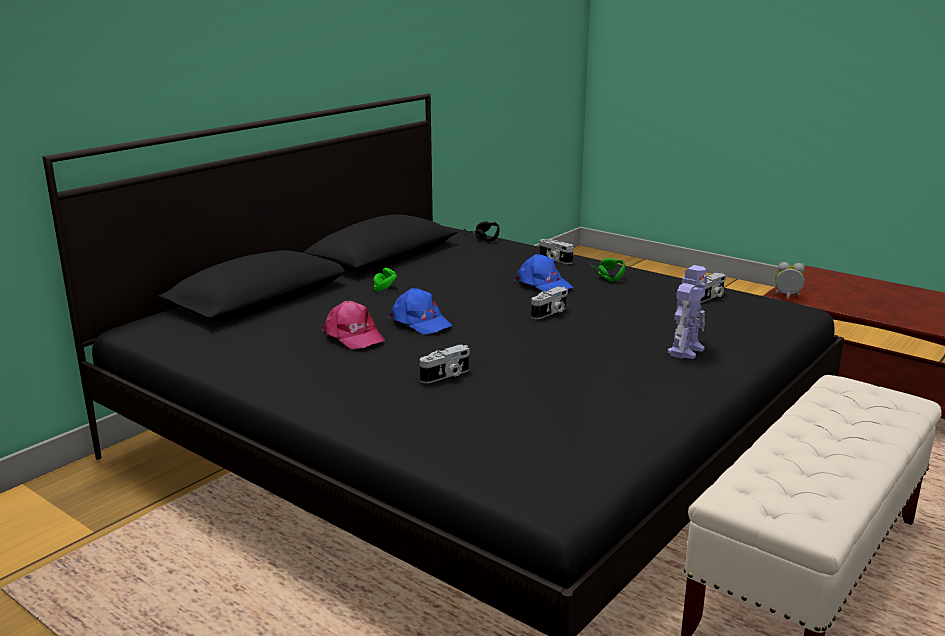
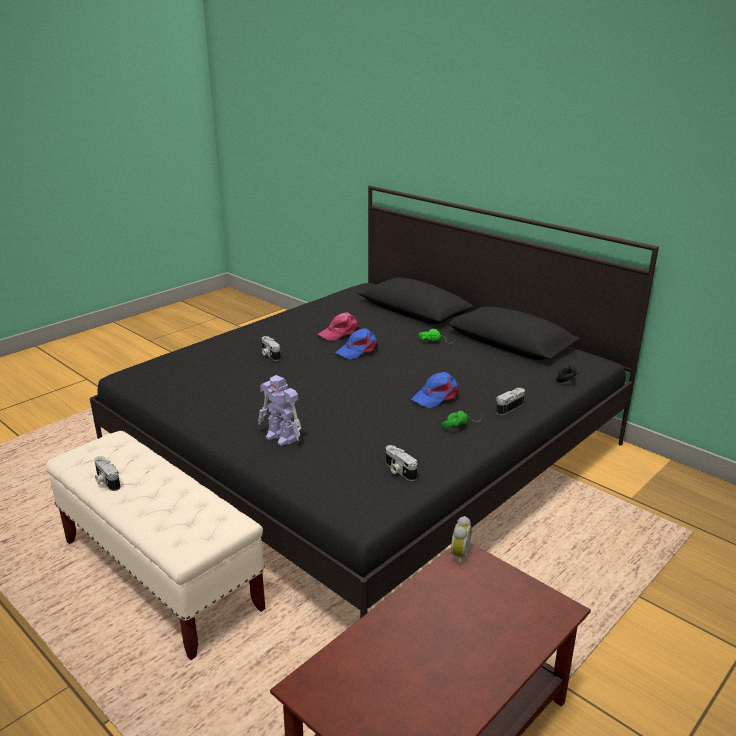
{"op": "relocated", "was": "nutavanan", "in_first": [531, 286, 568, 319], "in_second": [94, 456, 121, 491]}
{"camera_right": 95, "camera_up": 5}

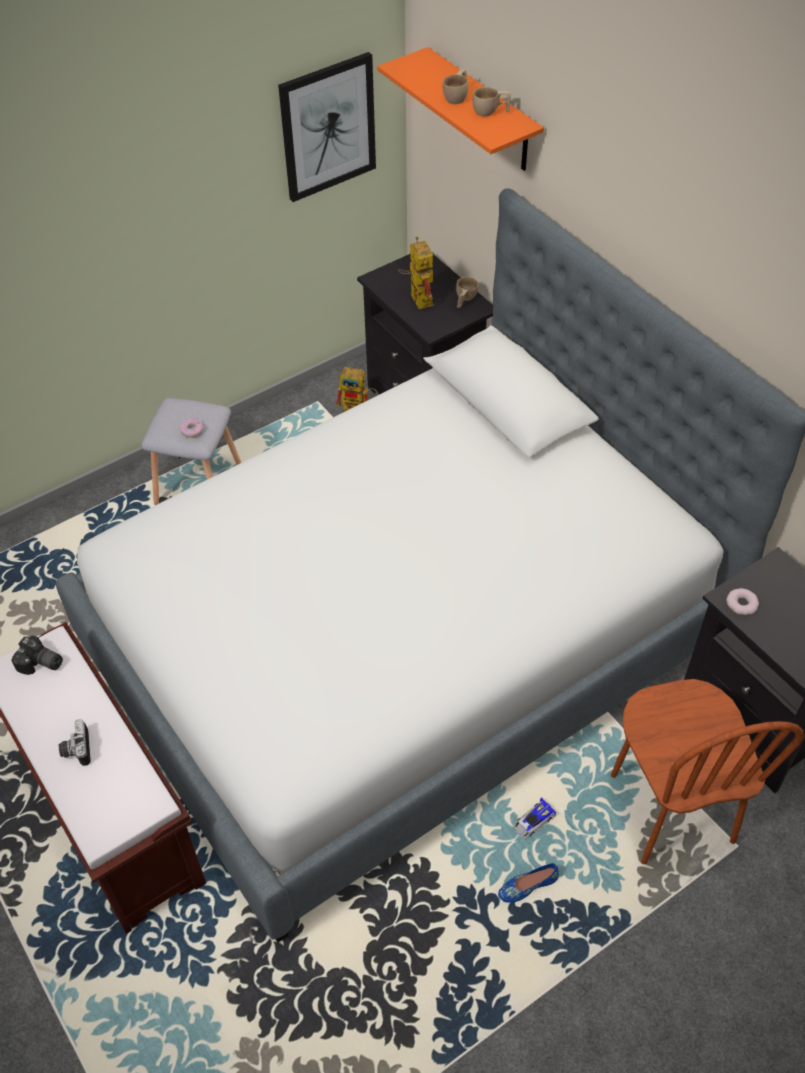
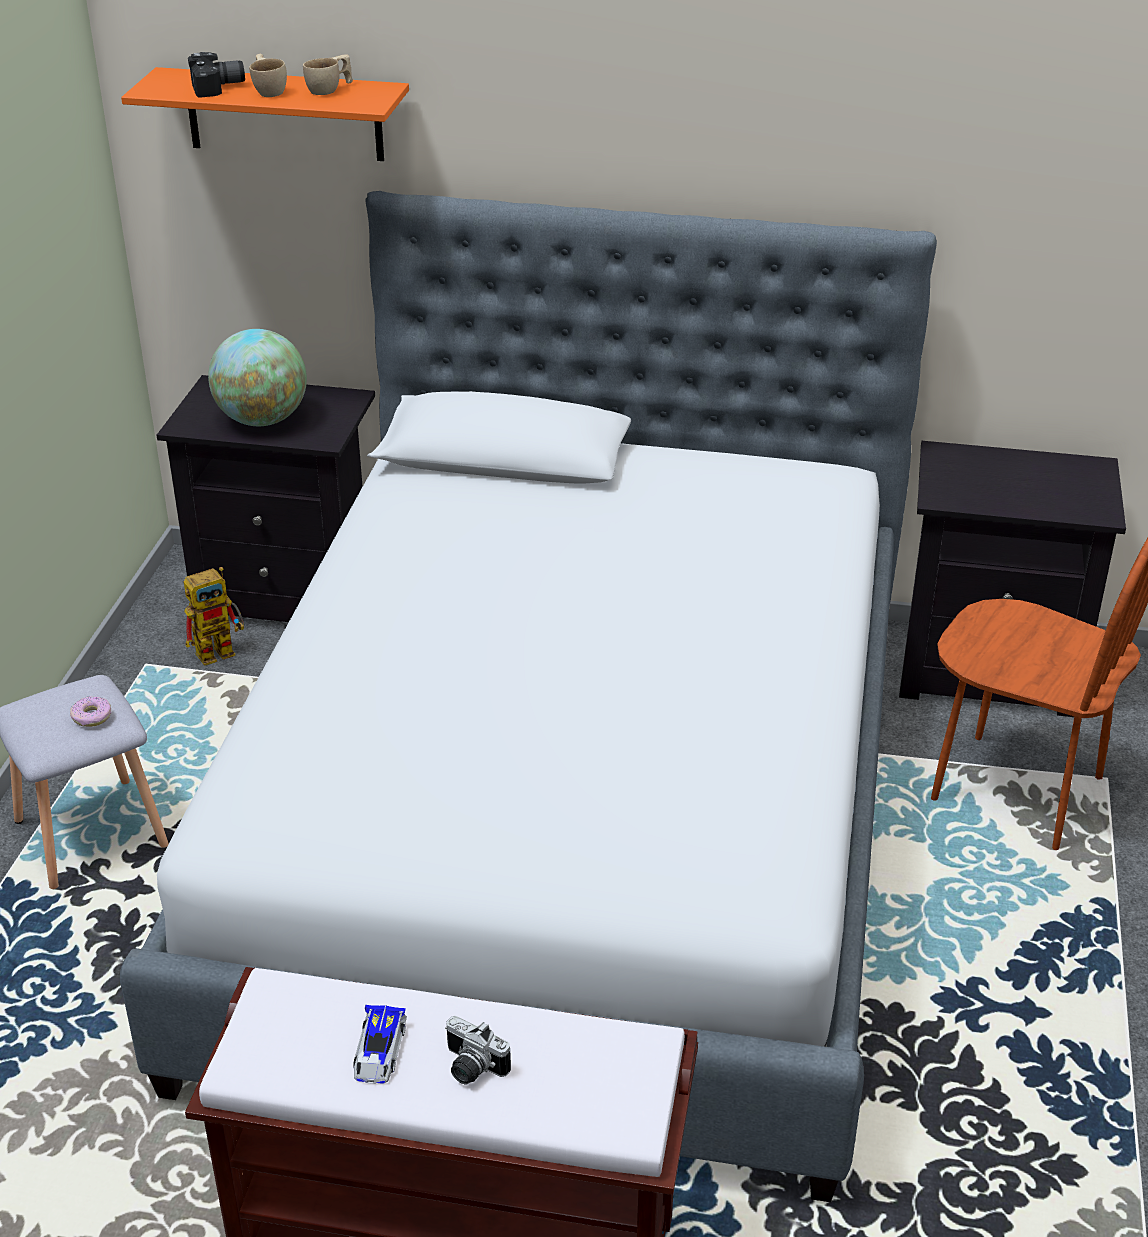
{"op": "missing", "was": "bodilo", "in_first": [278, 52, 376, 202]}
{"op": "missing", "was": "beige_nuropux", "in_first": [456, 277, 479, 308]}
{"op": "missing", "was": "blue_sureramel", "in_first": [498, 863, 559, 903]}
{"op": "missing", "was": "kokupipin", "in_first": [726, 588, 759, 615]}
{"op": "relocated", "was": "nutavanan", "in_first": [12, 635, 63, 675], "in_second": [188, 52, 245, 98]}
{"op": "relocated", "was": "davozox", "in_first": [513, 797, 557, 839], "in_second": [353, 1005, 407, 1084]}
{"op": "exchanged", "was": "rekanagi", "now": "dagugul", "in_first": [398, 236, 434, 309], "in_second": [208, 329, 307, 426]}
{"camera_right": -45, "camera_up": -15}

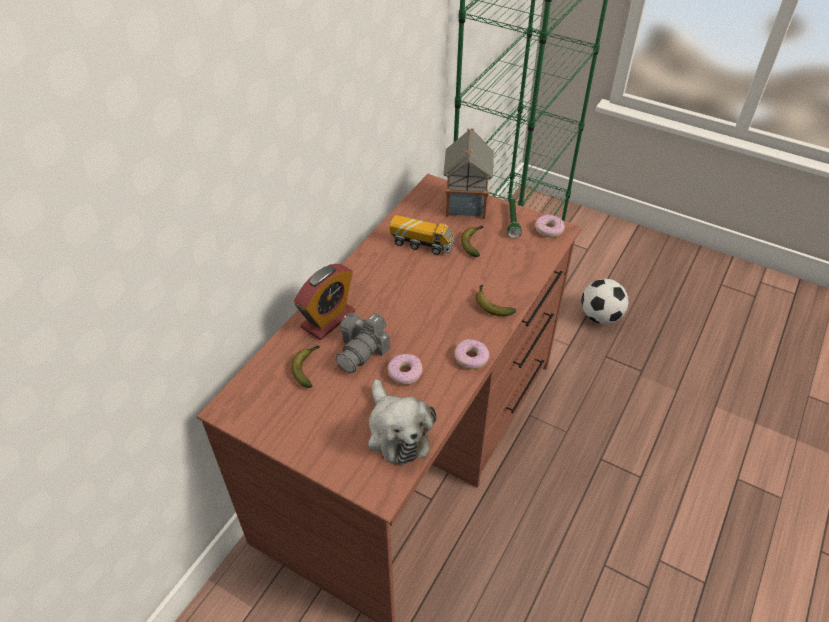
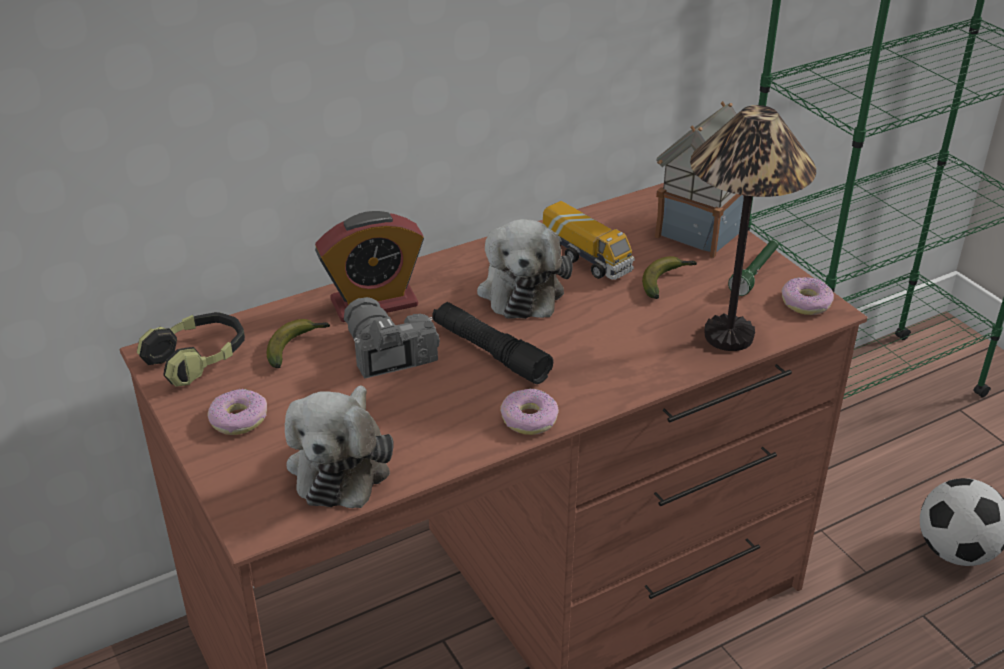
{"op": "missing", "was": "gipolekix", "in_first": [475, 285, 516, 316]}
{"op": "appeared", "now": "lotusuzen", "in_second": [137, 312, 245, 387]}
{"op": "appeared", "now": "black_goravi", "in_second": [432, 302, 553, 384]}
{"op": "appeared", "now": "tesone", "in_second": [477, 219, 573, 319]}
{"op": "appeared", "now": "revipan", "in_second": [690, 105, 816, 351]}
{"op": "relocated", "was": "kokupipin", "in_first": [388, 354, 422, 385], "in_second": [208, 389, 267, 435]}
{"op": "spun", "was": "nutavanan", "in_first": [336, 313, 390, 373], "in_second": [344, 297, 440, 379], "clockwise": 90}
{"camera_right": 30, "camera_up": -10}

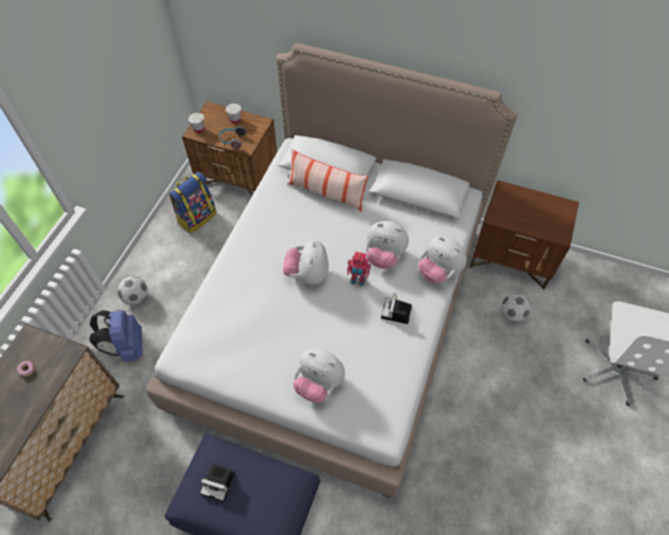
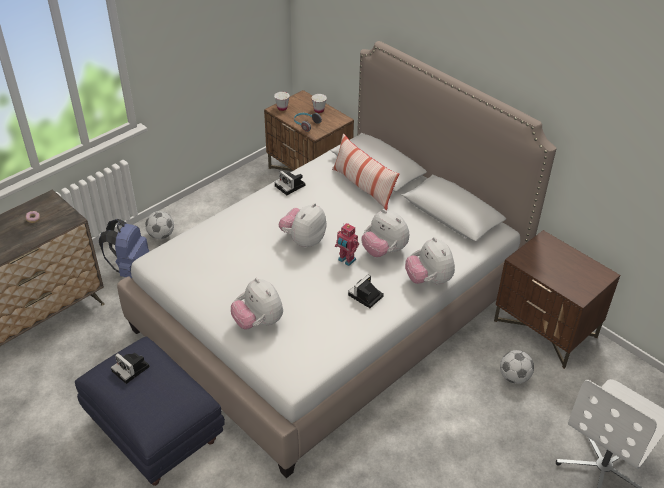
{"op": "missing", "was": "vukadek", "in_first": [169, 172, 217, 233]}
{"op": "appeared", "now": "nutavanan", "in_second": [275, 170, 305, 195]}
{"camera_right": 25, "camera_up": -15}

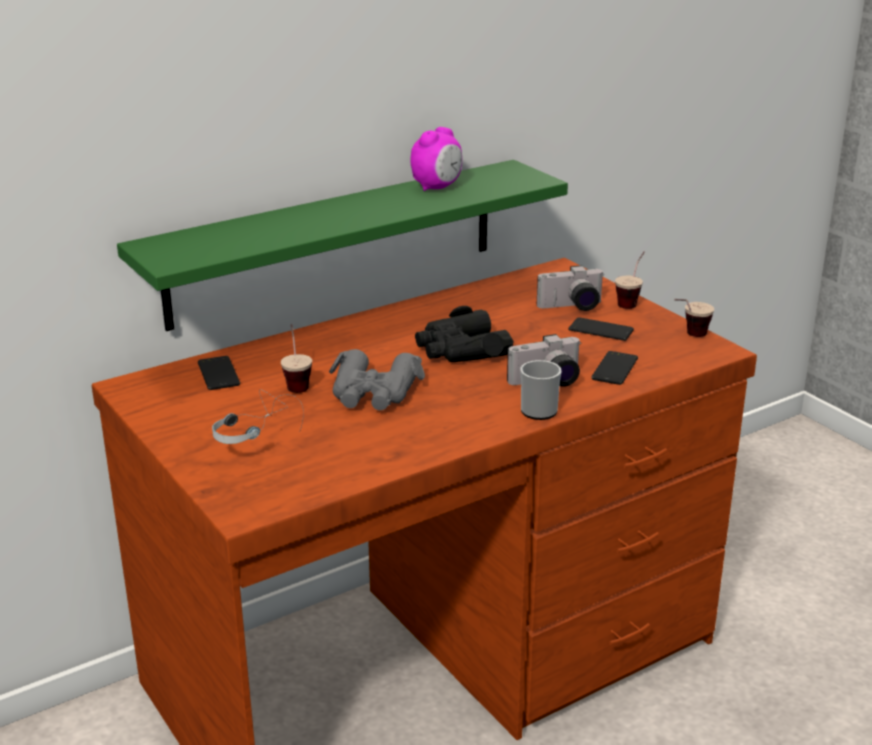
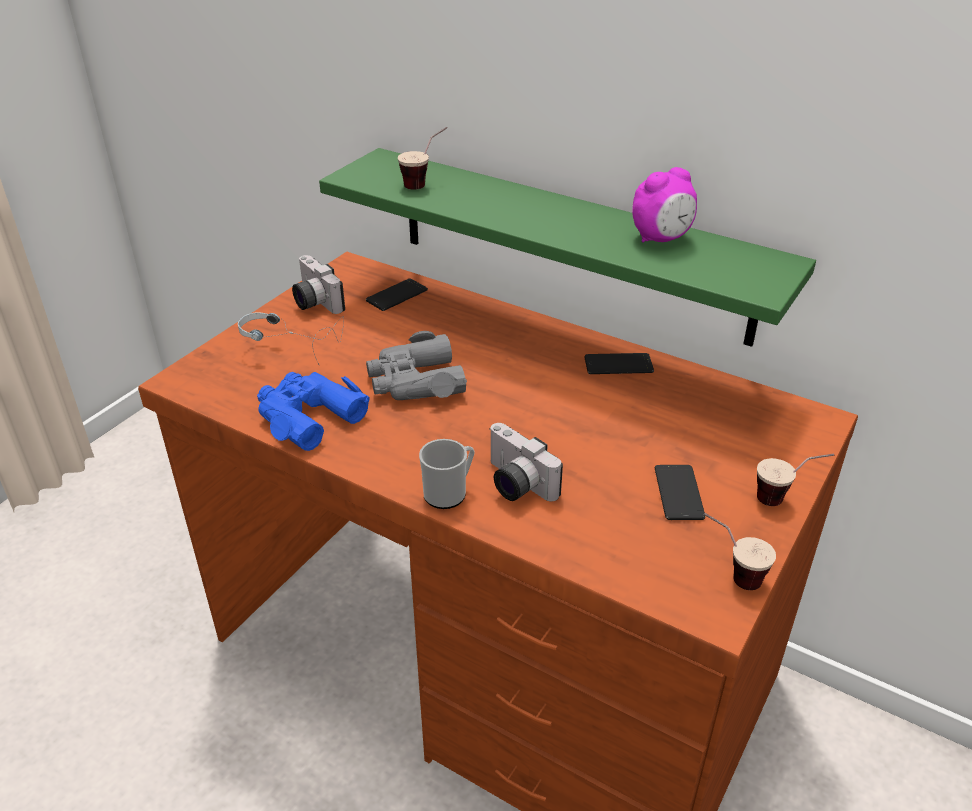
{"op": "missing", "was": "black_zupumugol", "in_first": [415, 306, 514, 362]}
{"op": "appeared", "now": "blue_zupumugol", "in_second": [257, 372, 370, 451]}
{"op": "relocated", "was": "nuropux", "in_first": [281, 324, 312, 393], "in_second": [398, 127, 447, 190]}
{"op": "relocated", "was": "nutavanan", "in_first": [537, 265, 605, 311], "in_second": [292, 255, 345, 314]}
{"op": "relocated", "was": "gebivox", "in_first": [591, 351, 638, 385], "in_second": [584, 353, 654, 374]}
{"op": "spun", "was": "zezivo", "in_first": [411, 127, 462, 191], "in_second": [632, 167, 697, 243], "clockwise": -45}
{"camera_right": 65, "camera_up": 10}

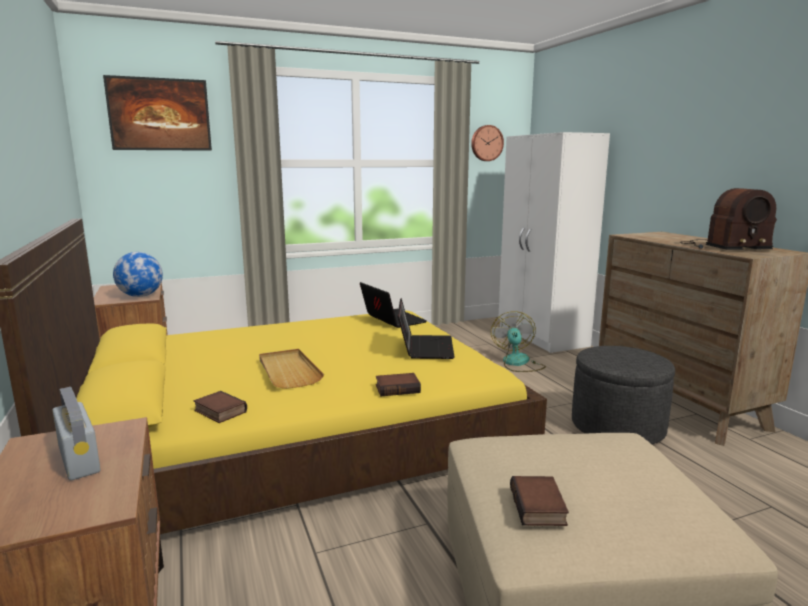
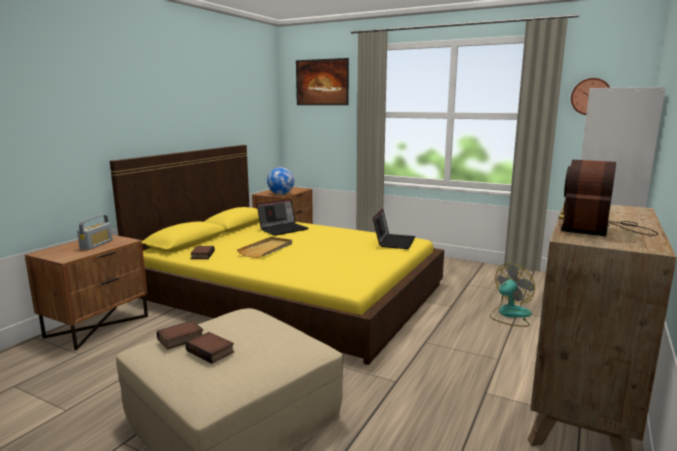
{"op": "missing", "was": "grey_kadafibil", "in_first": [572, 346, 675, 444]}
{"op": "relocated", "was": "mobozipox", "in_first": [376, 373, 421, 396], "in_second": [186, 332, 234, 364]}
{"op": "relocated", "was": "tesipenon", "in_first": [397, 298, 454, 359], "in_second": [257, 199, 309, 236]}
{"op": "spun", "was": "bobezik", "in_first": [679, 188, 777, 250], "in_second": [559, 160, 658, 236], "clockwise": 75}
{"camera_right": 50, "camera_up": 0}

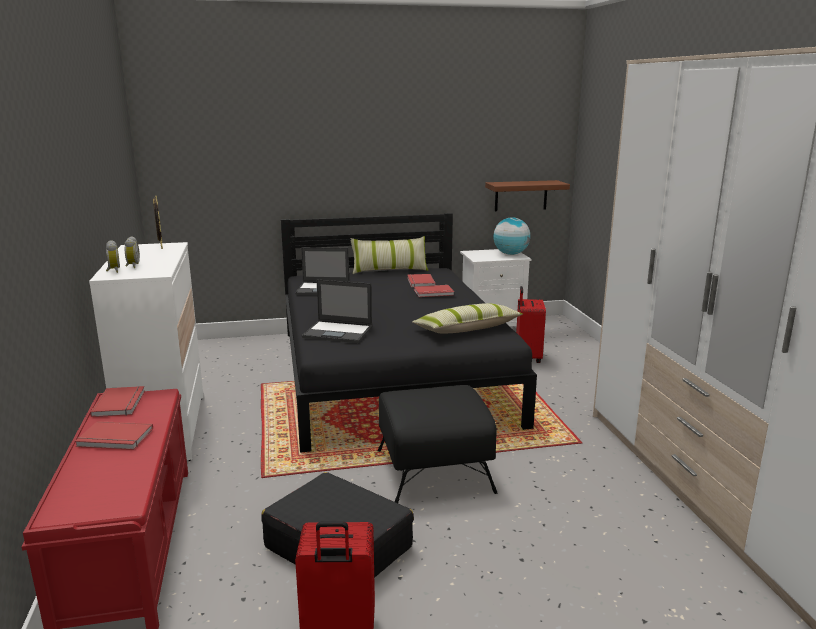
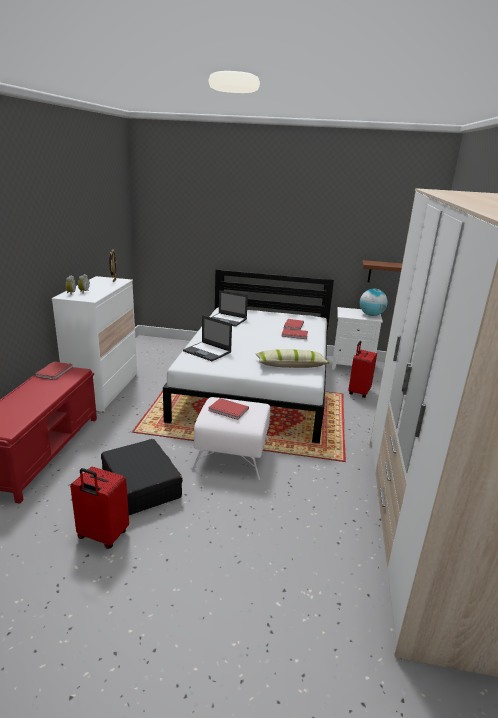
{"op": "missing", "was": "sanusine", "in_first": [350, 236, 428, 274]}
{"op": "relocated", "was": "red_mobozipox", "in_first": [75, 421, 153, 450], "in_second": [208, 398, 249, 420]}
{"op": "colour", "was": "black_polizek", "now": "white_polizek", "in_first": [281, 213, 537, 453], "in_second": [163, 269, 334, 443]}
{"op": "colour", "was": "black_kadafibil", "now": "white_kadafibil", "in_first": [378, 385, 497, 503], "in_second": [192, 397, 270, 480]}
{"camera_right": 20, "camera_up": 5}

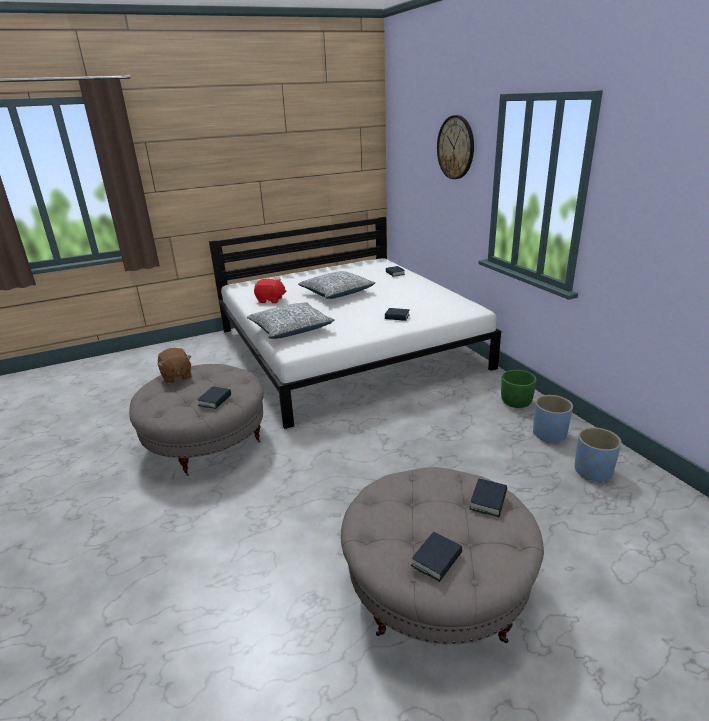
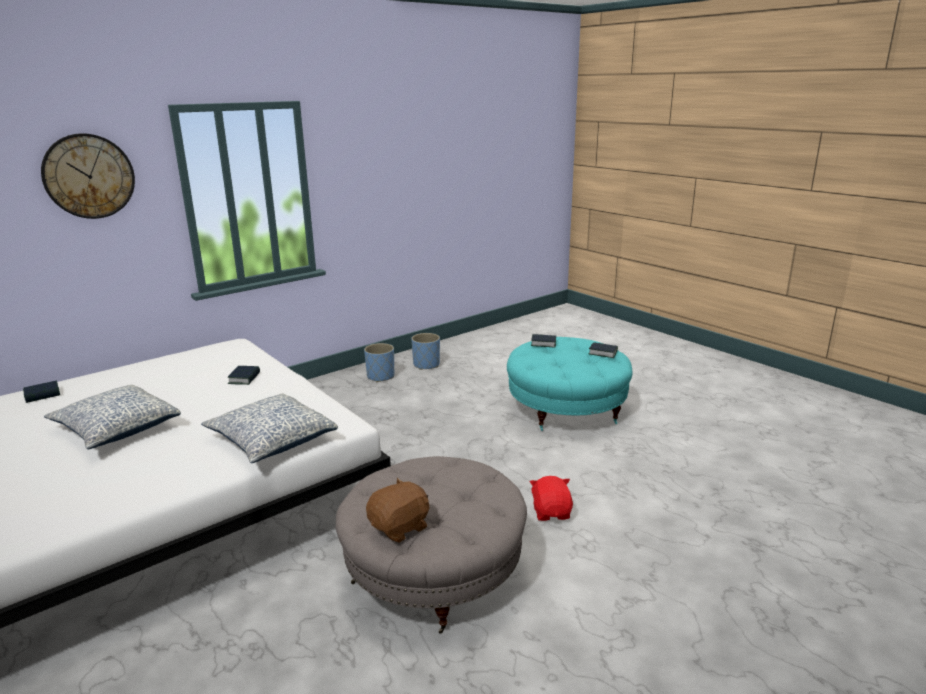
{"op": "missing", "was": "mobozipox", "in_first": [198, 386, 231, 409]}
{"op": "missing", "was": "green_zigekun", "in_first": [501, 370, 537, 408]}
{"op": "relocated", "was": "red_tesone", "in_first": [254, 279, 286, 303], "in_second": [530, 476, 573, 521]}
{"op": "colour", "was": "grey_kadafibil", "now": "turquoise_kadafibil", "in_first": [341, 467, 544, 644], "in_second": [507, 337, 632, 431]}
{"camera_right": -105, "camera_up": -5}

